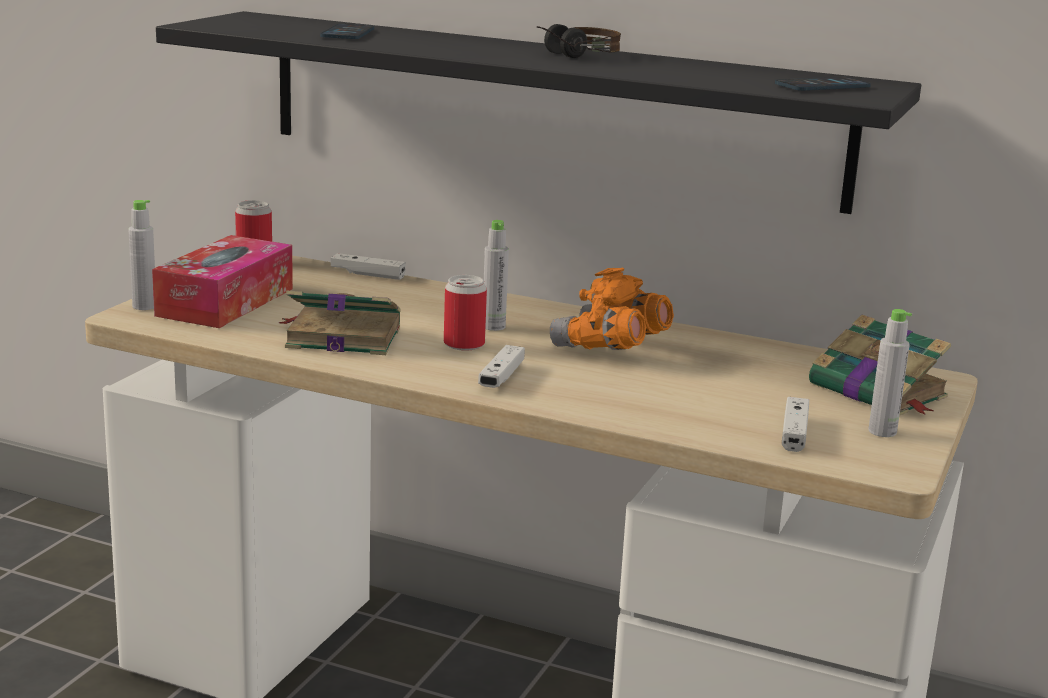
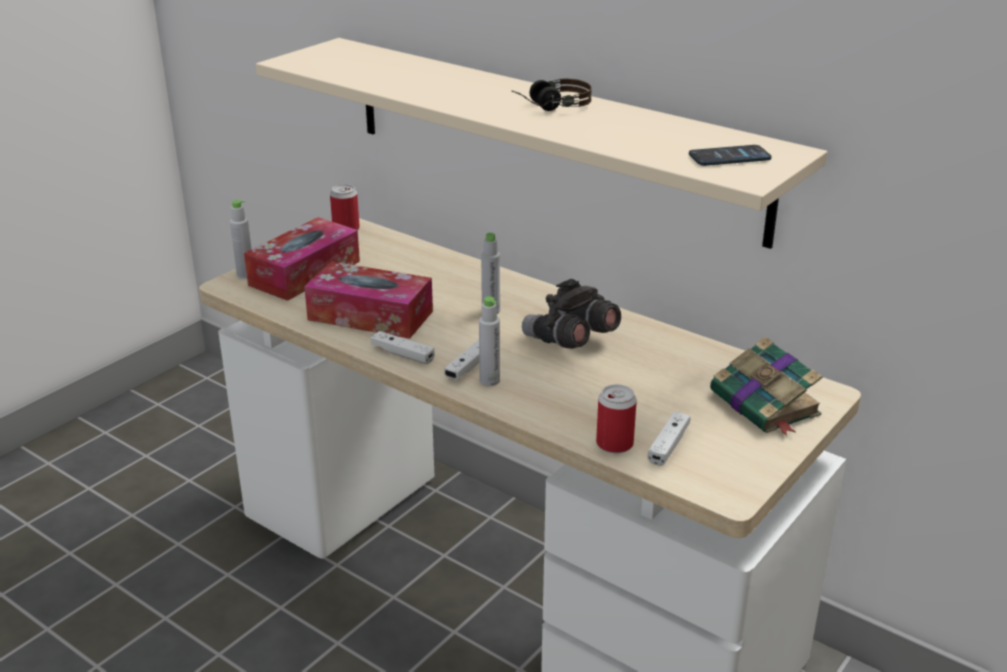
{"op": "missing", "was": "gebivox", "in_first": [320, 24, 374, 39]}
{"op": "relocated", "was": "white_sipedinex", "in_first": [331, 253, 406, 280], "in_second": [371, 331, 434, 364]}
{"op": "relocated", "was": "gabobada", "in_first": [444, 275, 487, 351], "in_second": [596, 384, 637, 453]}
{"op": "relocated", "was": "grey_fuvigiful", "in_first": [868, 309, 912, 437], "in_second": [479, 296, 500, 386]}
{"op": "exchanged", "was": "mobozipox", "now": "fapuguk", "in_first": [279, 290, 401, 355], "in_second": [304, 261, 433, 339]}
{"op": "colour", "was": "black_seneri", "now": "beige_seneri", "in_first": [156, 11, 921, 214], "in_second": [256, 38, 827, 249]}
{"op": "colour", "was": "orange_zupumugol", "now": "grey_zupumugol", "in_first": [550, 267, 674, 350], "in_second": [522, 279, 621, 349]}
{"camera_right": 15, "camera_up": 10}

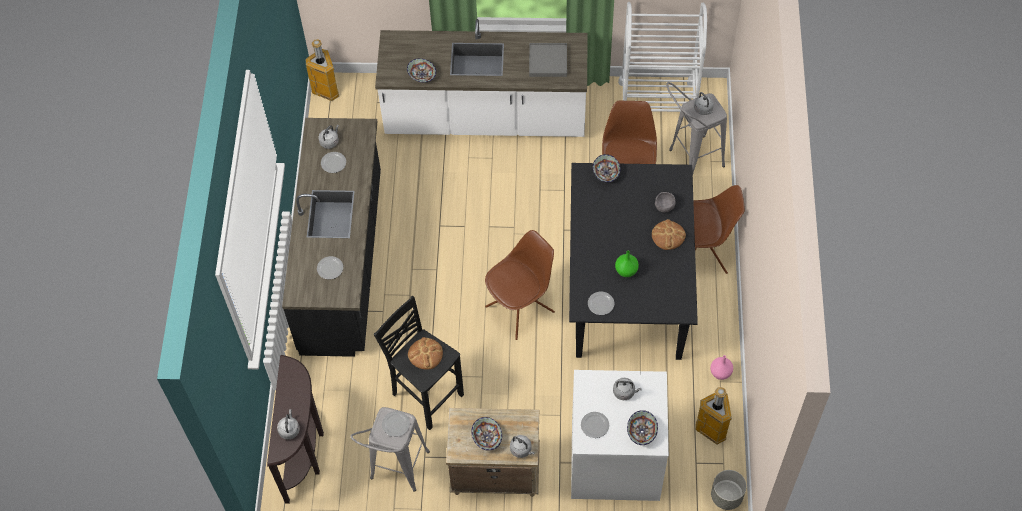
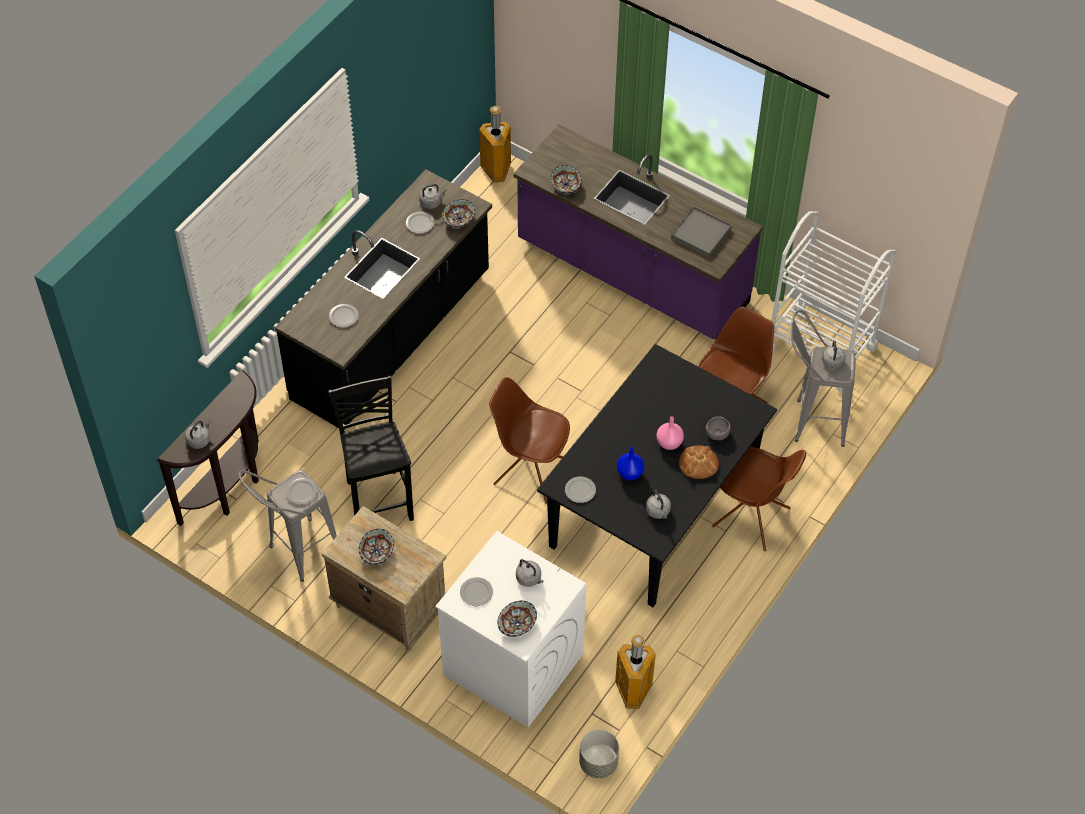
{"op": "missing", "was": "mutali", "in_first": [408, 337, 443, 369]}
{"op": "relocated", "was": "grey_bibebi", "in_first": [510, 435, 535, 458], "in_second": [646, 490, 671, 519]}
{"op": "relocated", "was": "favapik", "in_first": [593, 154, 620, 182], "in_second": [443, 199, 475, 227]}
{"op": "relocated", "was": "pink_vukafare", "in_first": [710, 355, 733, 380], "in_second": [657, 416, 684, 450]}
{"op": "colour", "was": "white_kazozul", "now": "purple_kazozul", "in_first": [375, 19, 588, 137], "in_second": [513, 124, 763, 340]}
{"op": "colour", "was": "green_vukafare", "now": "blue_vukafare", "in_first": [615, 251, 639, 277], "in_second": [617, 447, 644, 481]}
{"op": "spun", "was": "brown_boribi", "in_first": [485, 230, 555, 340], "in_second": [489, 377, 570, 504], "clockwise": -150}
{"camera_right": 30, "camera_up": -5}

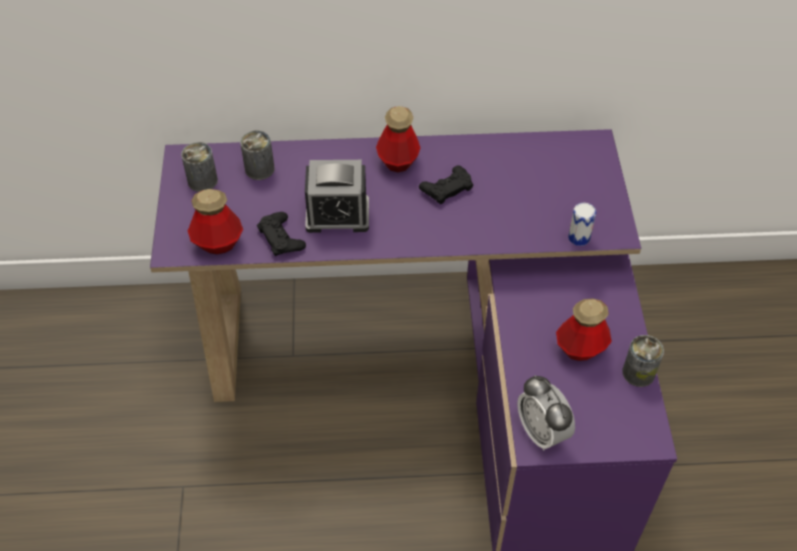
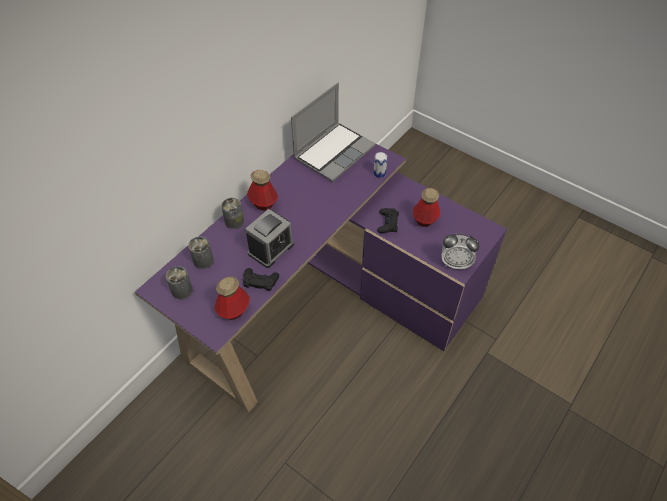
{"op": "appeared", "now": "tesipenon", "in_second": [291, 83, 376, 182]}
{"op": "relocated", "was": "black_sipedinex", "in_first": [419, 166, 473, 204], "in_second": [377, 208, 399, 233]}
{"op": "relocated", "was": "gabobada", "in_first": [622, 335, 664, 387], "in_second": [221, 198, 244, 229]}
{"camera_right": -50, "camera_up": 0}

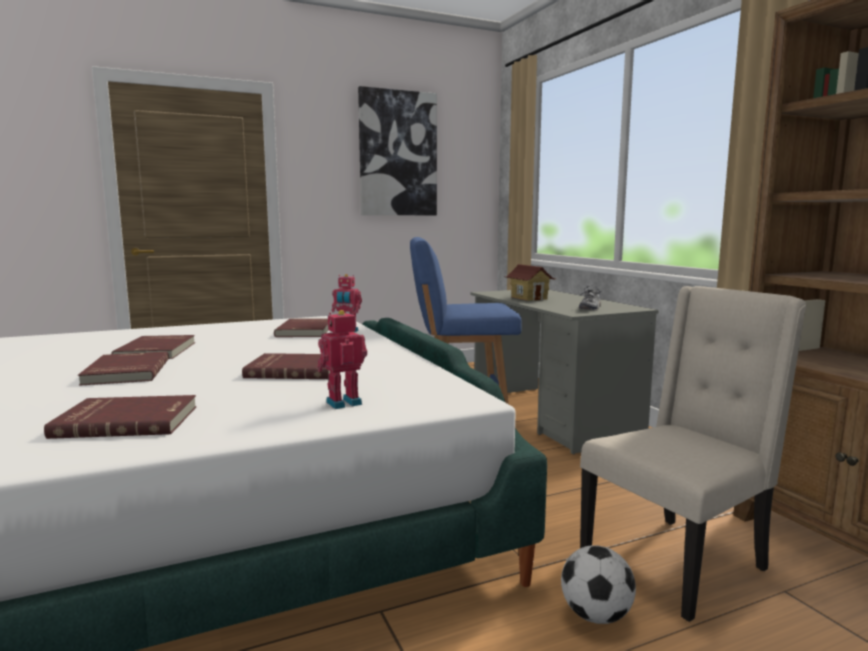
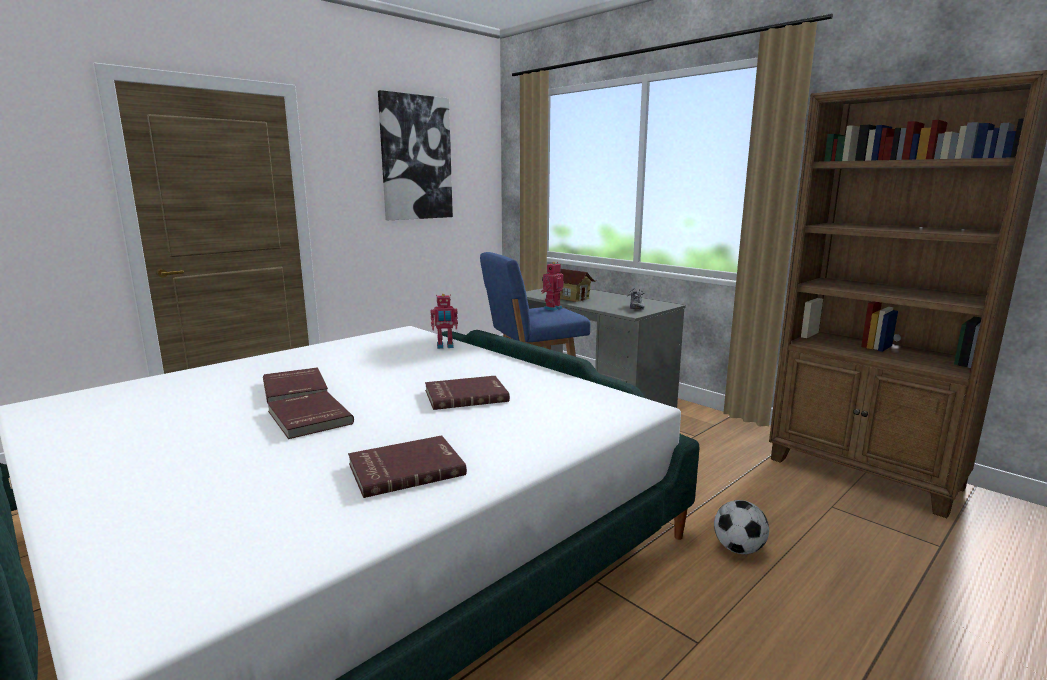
{"op": "missing", "was": "red_mobozipox", "in_first": [274, 319, 329, 337]}
{"op": "missing", "was": "beige_boribi", "in_first": [580, 286, 807, 622]}
{"op": "relocated", "was": "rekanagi", "in_first": [317, 310, 367, 409], "in_second": [541, 262, 564, 311]}
{"camera_right": -20, "camera_up": 5}

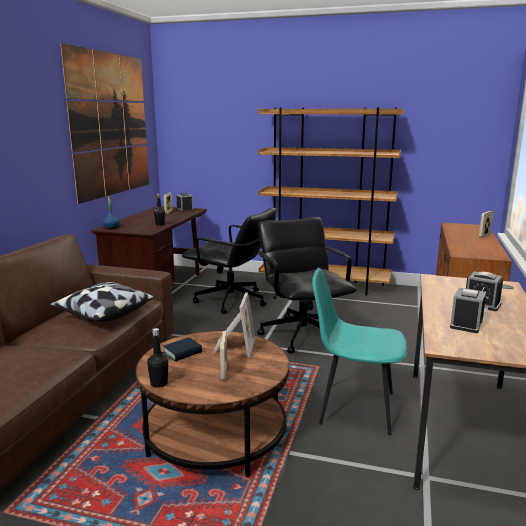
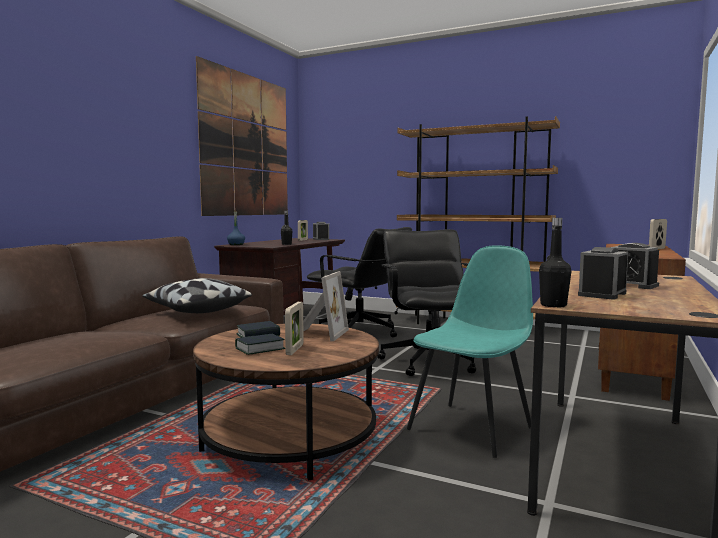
{"op": "appeared", "now": "mobozipox", "in_second": [235, 334, 286, 355]}
{"op": "relocated", "was": "black_fuvigiful", "in_first": [147, 328, 168, 388], "in_second": [539, 218, 572, 308]}
{"op": "spun", "was": "turquoise_boribi", "in_first": [312, 268, 407, 435], "in_second": [407, 245, 533, 458], "clockwise": 105}
{"camera_right": 10, "camera_up": -10}

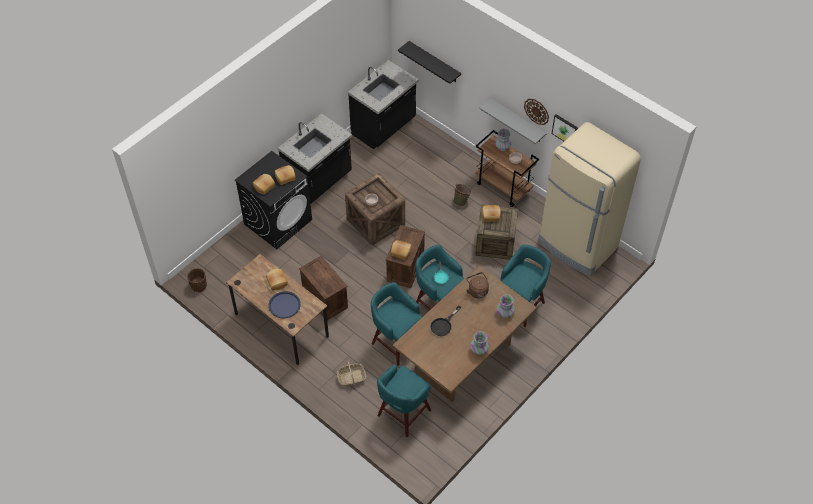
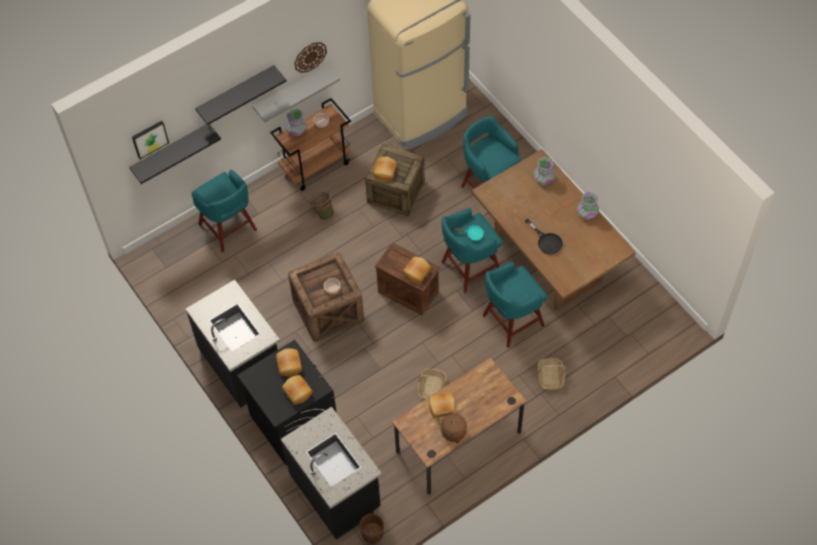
{"op": "missing", "was": "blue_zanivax", "in_first": [268, 291, 301, 318]}
{"op": "appeared", "now": "black_seneri", "in_second": [195, 65, 287, 125]}
{"op": "relocated", "was": "black_kazozul", "in_first": [348, 60, 419, 149], "in_second": [281, 407, 382, 539]}
{"op": "relocated", "was": "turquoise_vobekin", "in_first": [377, 364, 431, 437], "in_second": [191, 170, 257, 253]}
{"op": "relocated", "was": "brown_bibebi", "in_first": [466, 272, 489, 298], "in_second": [438, 412, 467, 443]}
{"op": "relocated", "was": "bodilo", "in_first": [552, 114, 578, 141], "in_second": [132, 121, 169, 159]}
{"op": "exchanged", "was": "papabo", "now": "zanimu", "in_first": [299, 256, 348, 320], "in_second": [418, 369, 447, 399]}
{"camera_right": -75, "camera_up": 5}

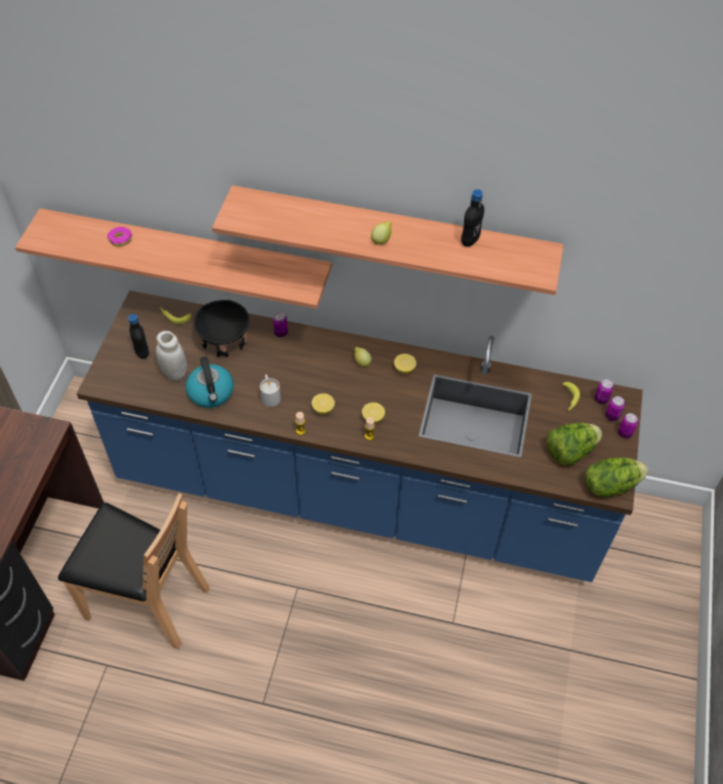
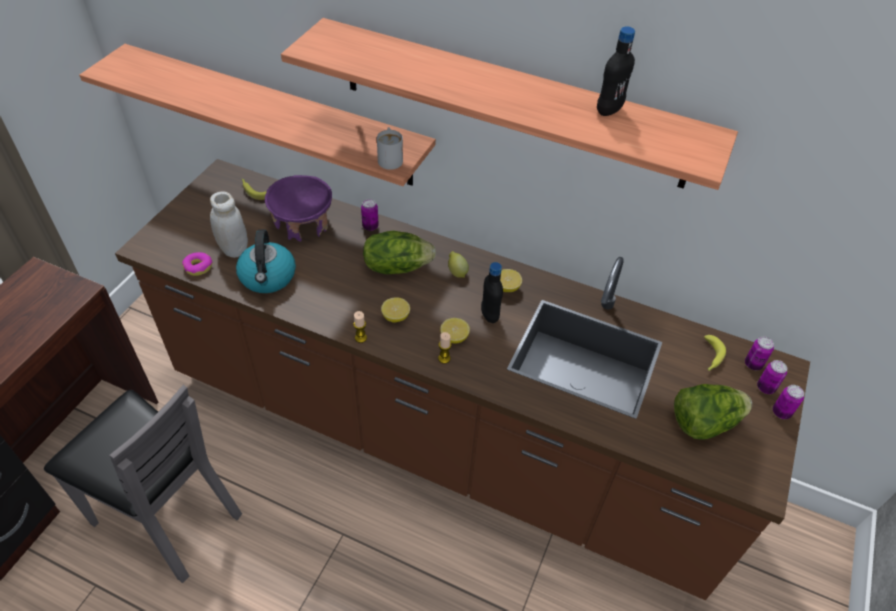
{"op": "missing", "was": "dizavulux", "in_first": [371, 221, 392, 245]}
{"op": "relocated", "was": "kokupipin", "in_first": [107, 227, 132, 247], "in_second": [182, 252, 213, 276]}
{"op": "relocated", "was": "black_fuvigiful", "in_first": [128, 314, 149, 359], "in_second": [481, 262, 503, 323]}
{"op": "relocated", "was": "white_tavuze", "in_first": [260, 374, 281, 407], "in_second": [377, 127, 403, 170]}
{"op": "relocated", "was": "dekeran", "in_first": [585, 458, 648, 497], "in_second": [363, 231, 436, 274]}
{"op": "colour", "was": "brown_boribi", "now": "grey_boribi", "in_first": [58, 493, 210, 649], "in_second": [44, 385, 242, 583]}
{"op": "colour", "was": "blue_kazozul", "now": "brown_kazozul", "in_first": [77, 290, 643, 582], "in_second": [115, 159, 810, 600]}
{"op": "colour", "was": "black_favapik", "now": "purple_favapik", "in_first": [193, 300, 249, 357], "in_second": [265, 175, 332, 242]}
{"camera_right": 10, "camera_up": -5}

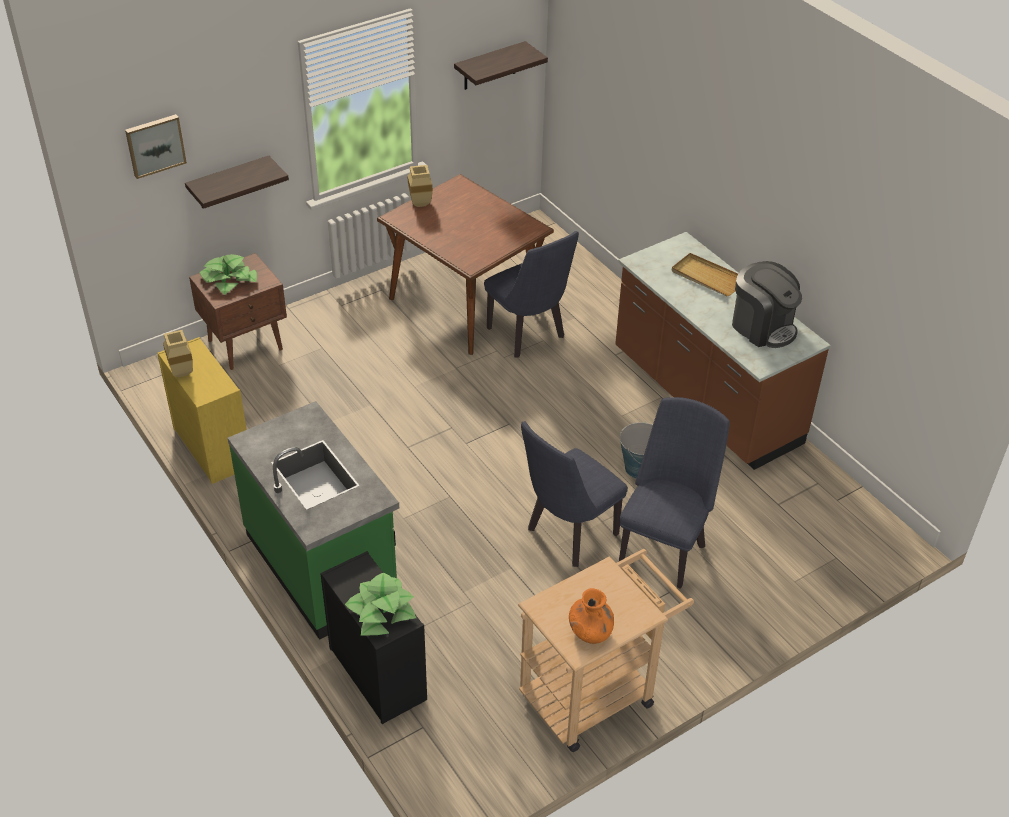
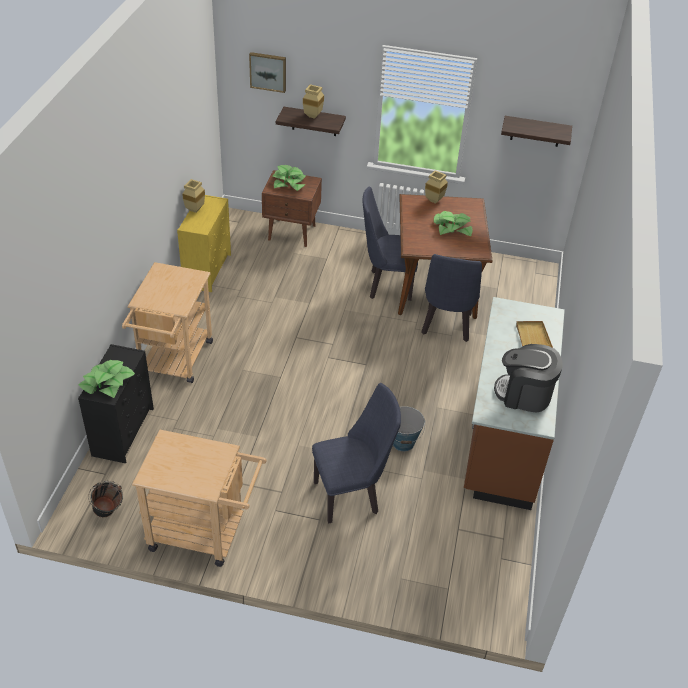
{"op": "missing", "was": "orange_vukafare", "in_first": [569, 588, 614, 644]}
{"op": "appeared", "now": "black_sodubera", "in_second": [88, 481, 123, 518]}
{"op": "appeared", "now": "beige_vukafare", "in_second": [303, 84, 324, 119]}
{"op": "appeared", "now": "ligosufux", "in_second": [434, 211, 473, 236]}
{"op": "relocated", "was": "blue_boribi", "in_first": [521, 421, 628, 567], "in_second": [362, 187, 418, 301]}
{"op": "exchanged", "was": "green_kazozul", "now": "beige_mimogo", "in_first": [228, 401, 399, 640], "in_second": [122, 262, 213, 383]}
{"op": "spun", "was": "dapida", "in_first": [732, 261, 802, 348], "in_second": [494, 344, 563, 412], "clockwise": 105}
{"camera_right": 45, "camera_up": 0}

